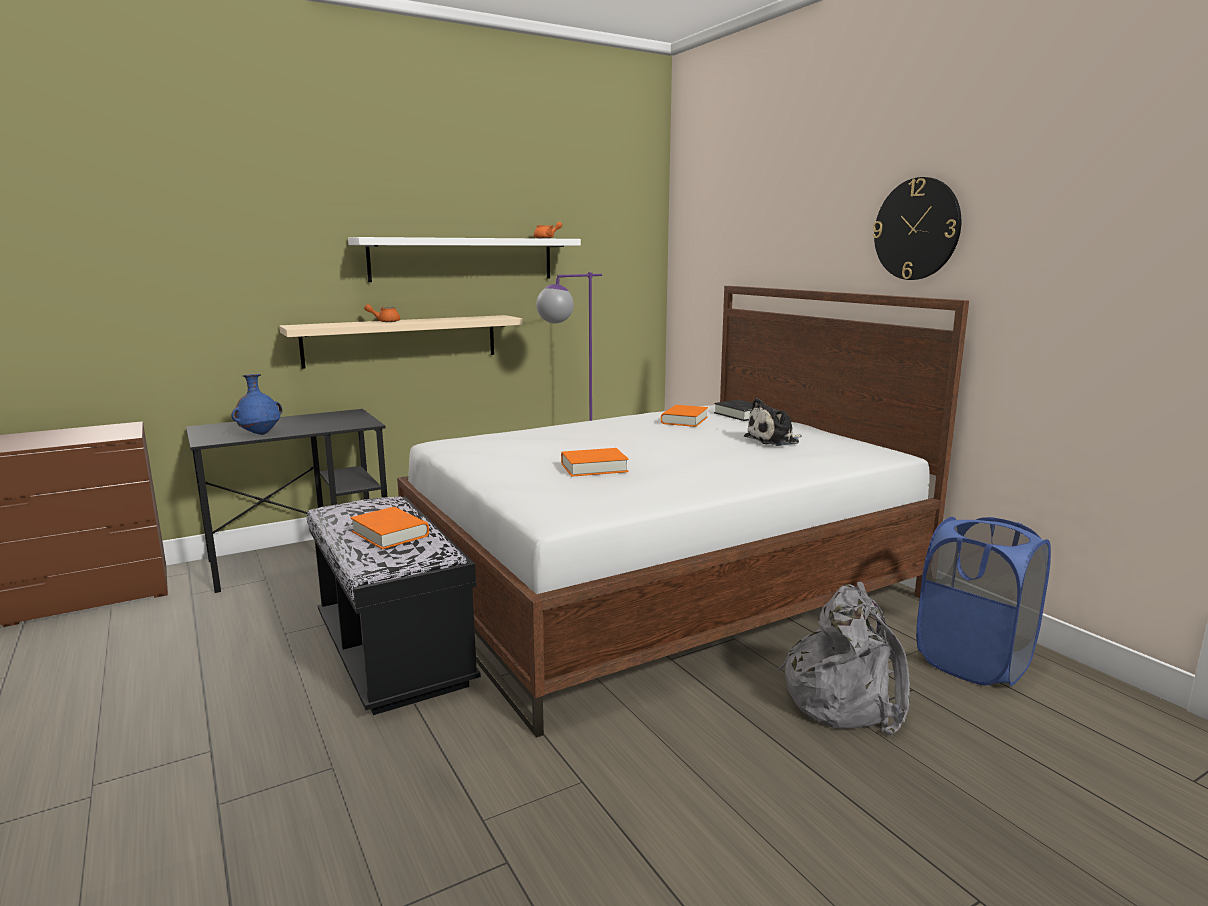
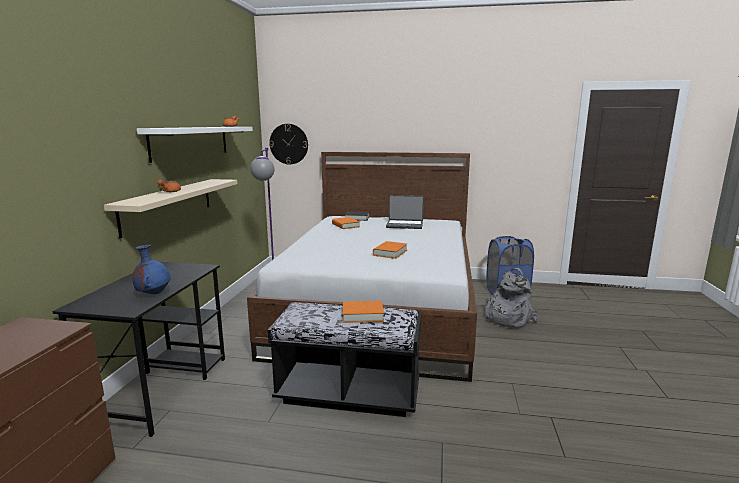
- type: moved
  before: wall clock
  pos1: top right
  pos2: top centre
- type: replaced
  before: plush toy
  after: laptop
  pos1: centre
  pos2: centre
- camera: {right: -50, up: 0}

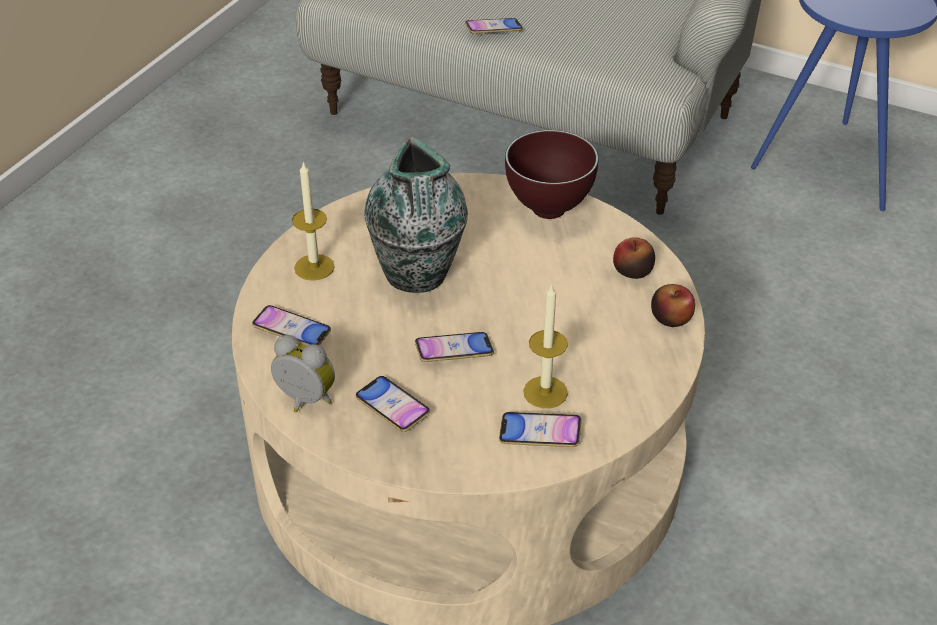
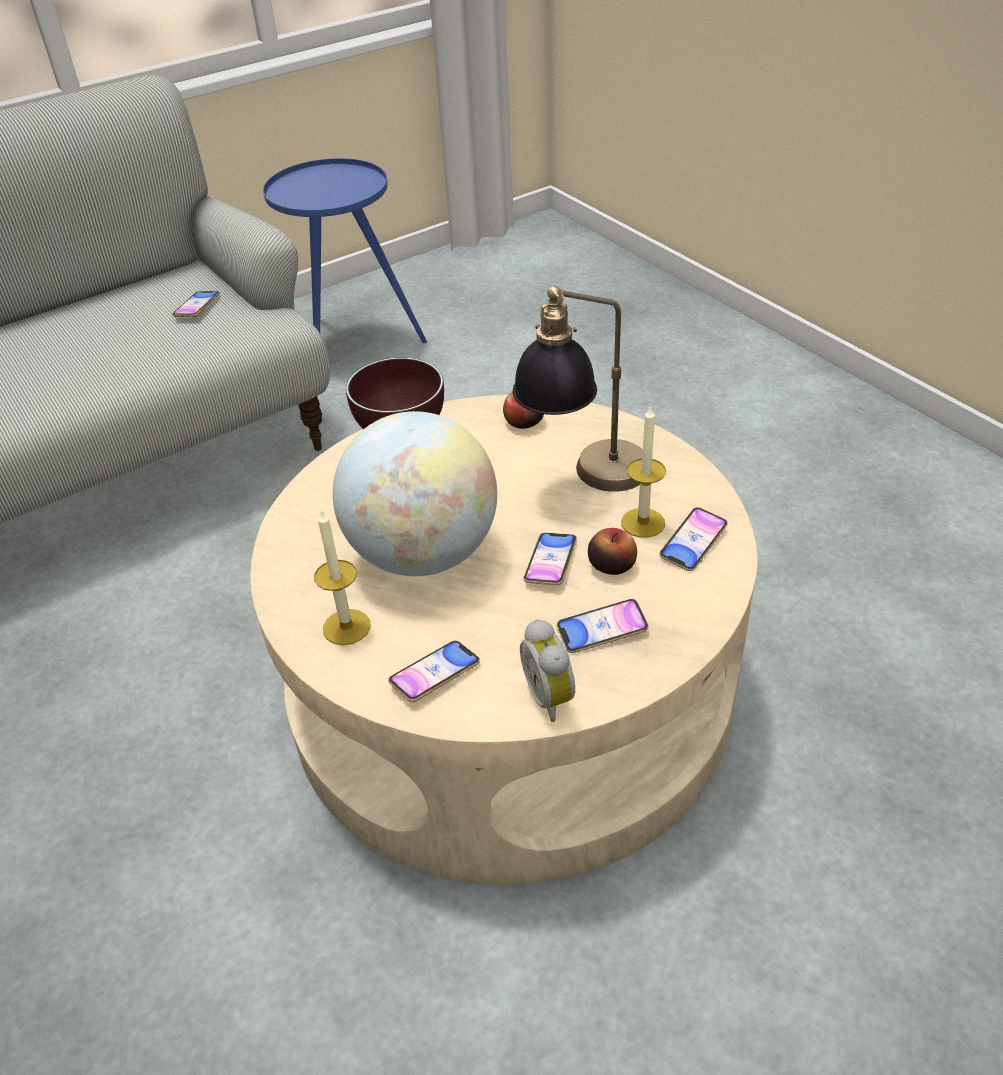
- type: moved
  before: phone (4th from left in the first image)
  after: phone (1st from left)
  pos1: top centre
  pos2: top left
- type: replaced
  before: vase
  after: globe
  pos1: centre
  pos2: centre
- type: added
  after: table lamp
  pos2: centre
- type: turned
  before: alarm clock
  pos1: middle left
  pos2: centre
  turn: -75
- type: moved
  before: apple (2nd from left)
  pos1: middle right
  pos2: centre
- camera: {right: -60, up: 0}

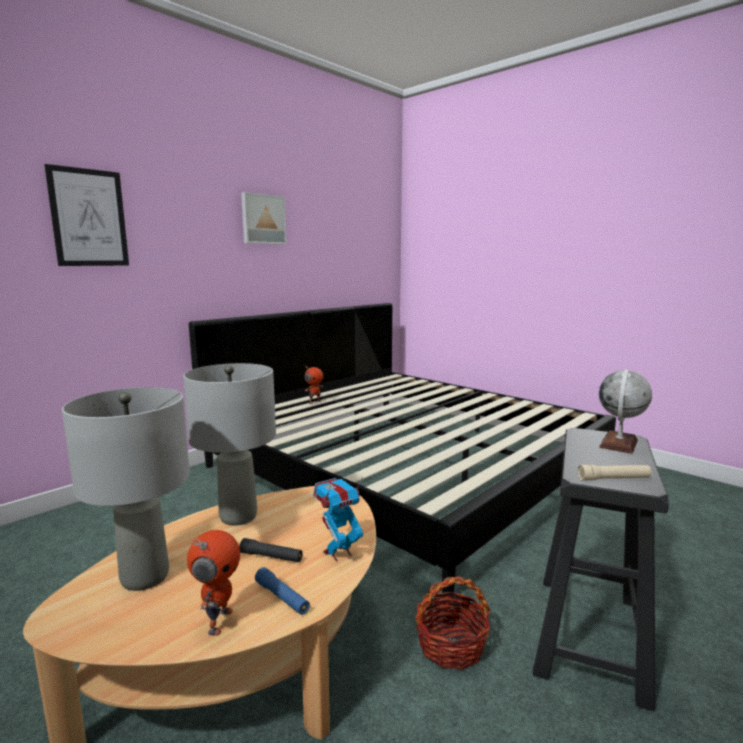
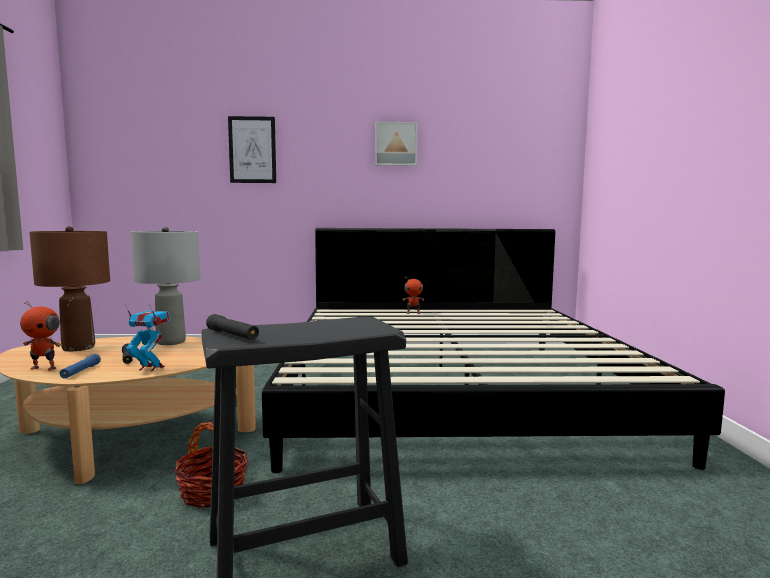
- type: turned
  before: toy robot (1st from left)
  pos1: bottom left
  pos2: middle left
  turn: 45
- type: recoloured
  before: grey table lamp (1st from left)
  after: brown table lamp
  pos1: middle left
  pos2: middle left
- type: recoloured
  before: beige flashlight
  after: black flashlight (2nd from left)
  pos1: middle right
  pos2: middle left
- type: removed
  before: globe
  pos1: middle right
- camera: {right: 45, up: -5}

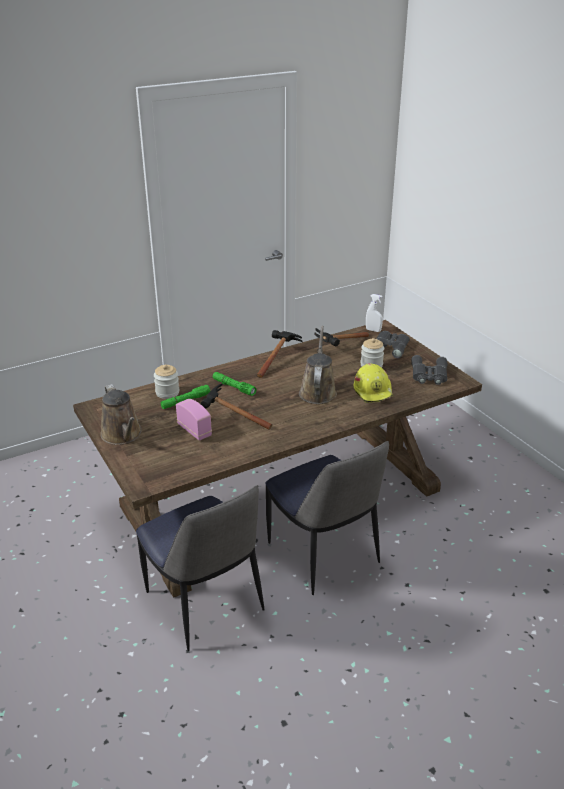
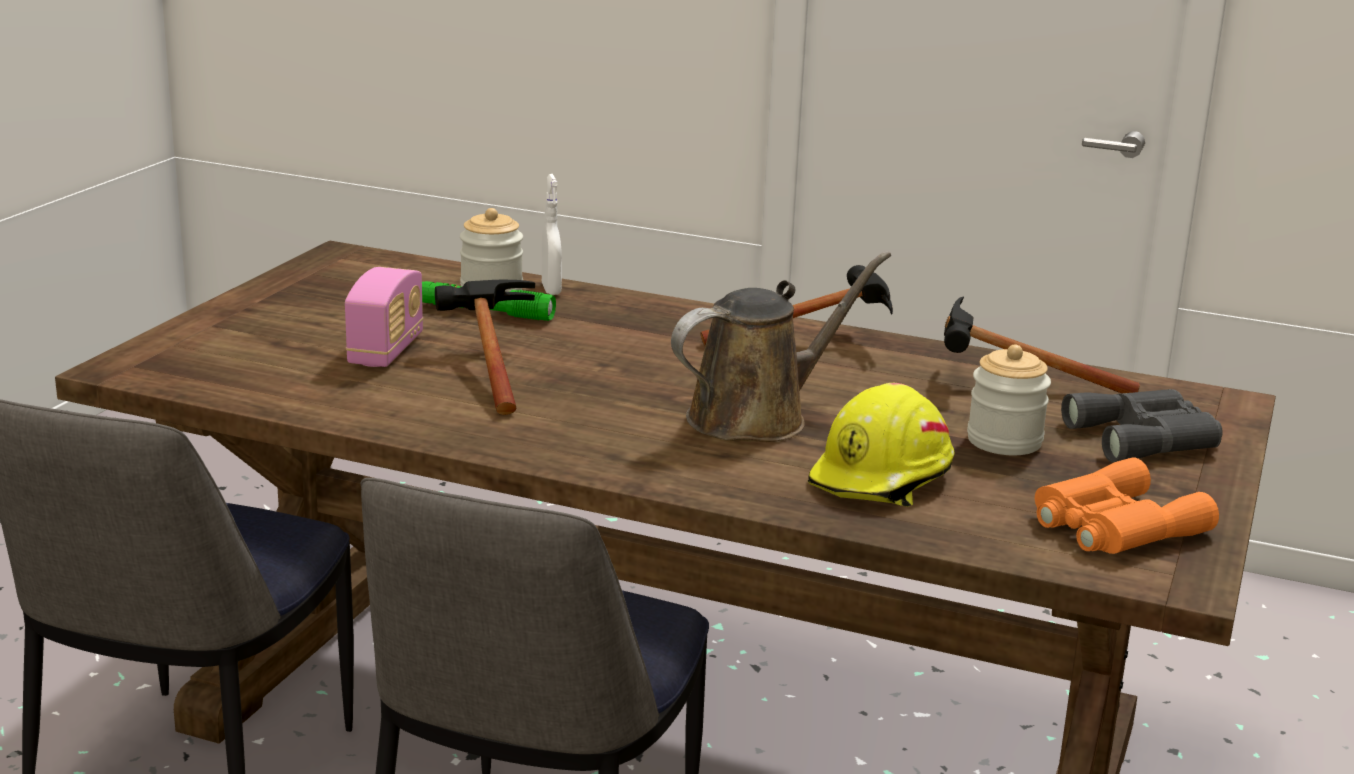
- type: moved
  before: white spray bottle
  pos1: centre
  pos2: top centre
- type: recoloured
  before: grey binoculars (2nd from left)
  after: orange binoculars
  pos1: middle right
  pos2: middle right
- type: removed
  before: brown watering can (1st from left)
  pos1: middle left
- type: removed
  before: green flashlight (2nd from left)
  pos1: centre
- camera: {right: 50, up: -10}

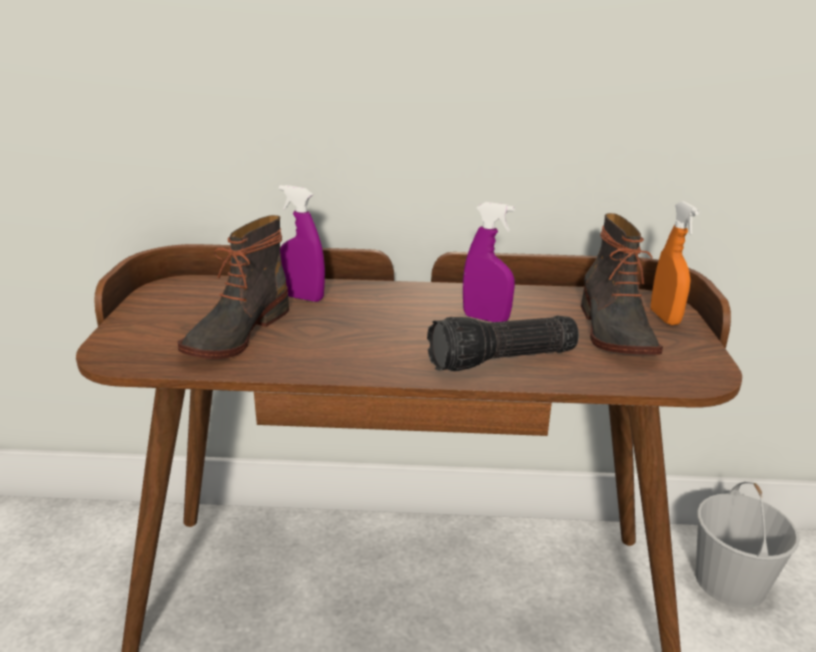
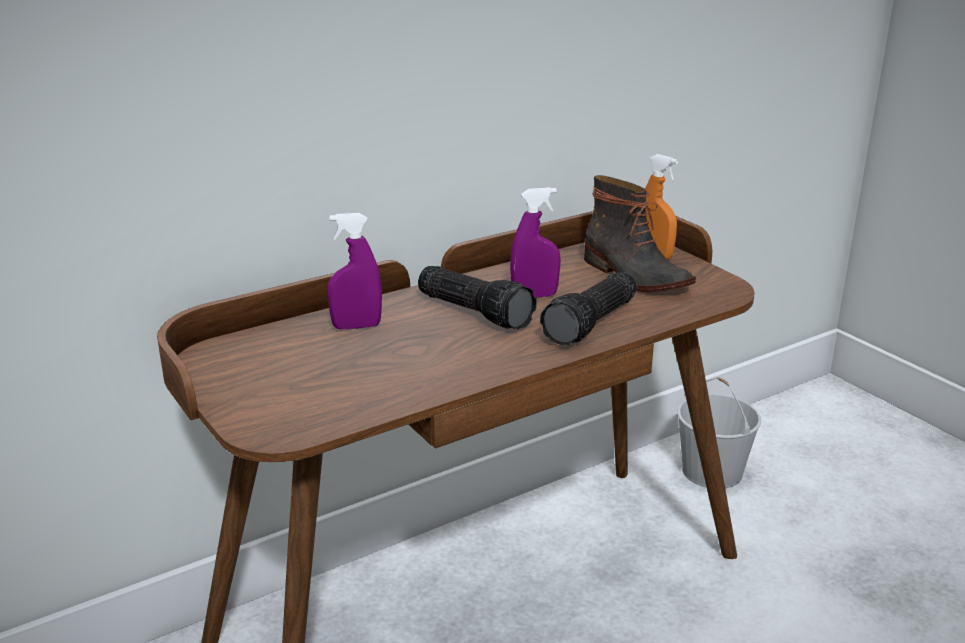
- type: added
  after: flashlight (1st from left)
  pos2: centre
- type: removed
  before: boot (1st from left)
  pos1: middle left
- camera: {right: -35, up: 0}

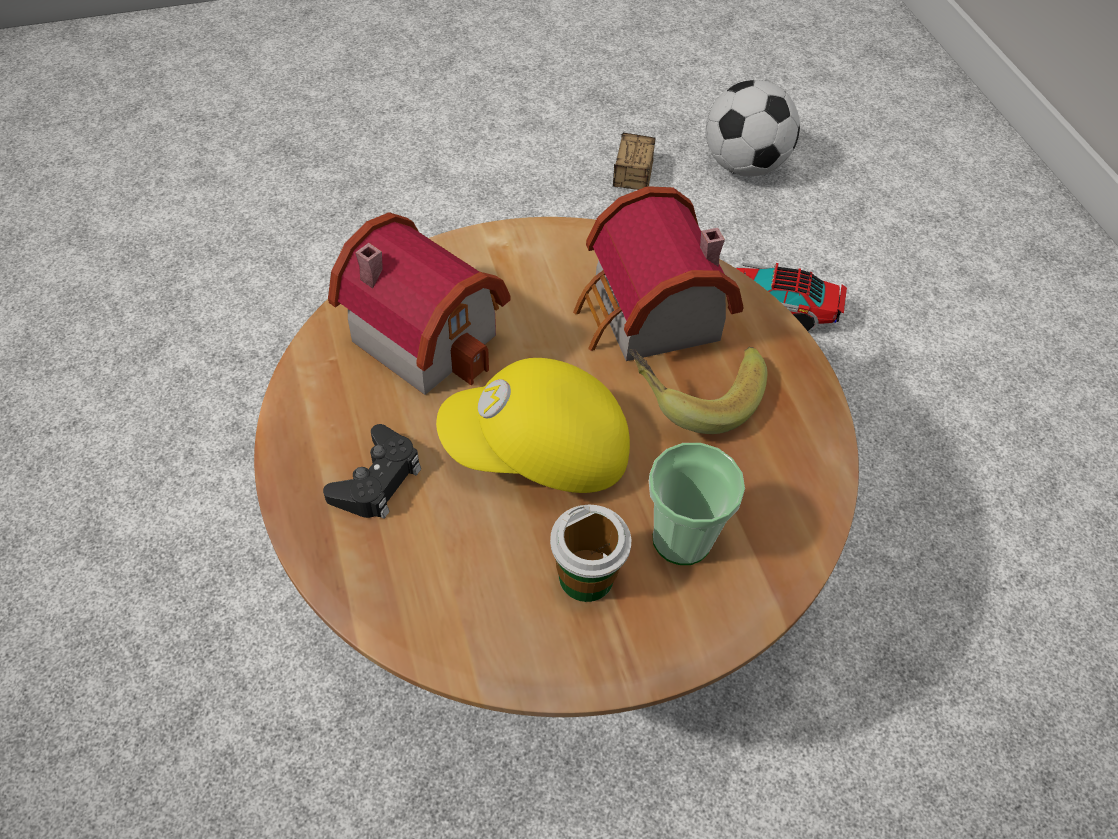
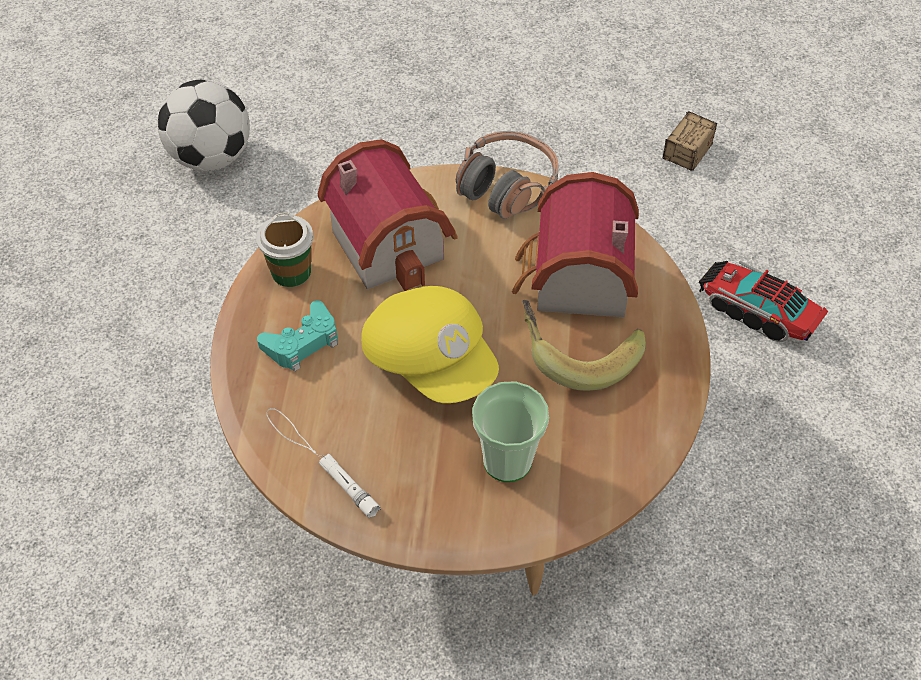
- type: moved
  before: football
  pos1: top right
  pos2: top left
- type: moved
  before: cup (1st from left)
  pos1: centre
  pos2: middle left
- type: recoloured
  before: black game controller
  after: turquoise game controller
  pos1: middle left
  pos2: middle left
- type: added
  after: white flashlight
  pos2: bottom centre
- type: turned
  before: yellow cap
  pos1: centre
  pos2: centre
  turn: -150
- type: added
  after: headphones
  pos2: top centre
- camera: {right: 25, up: 0}

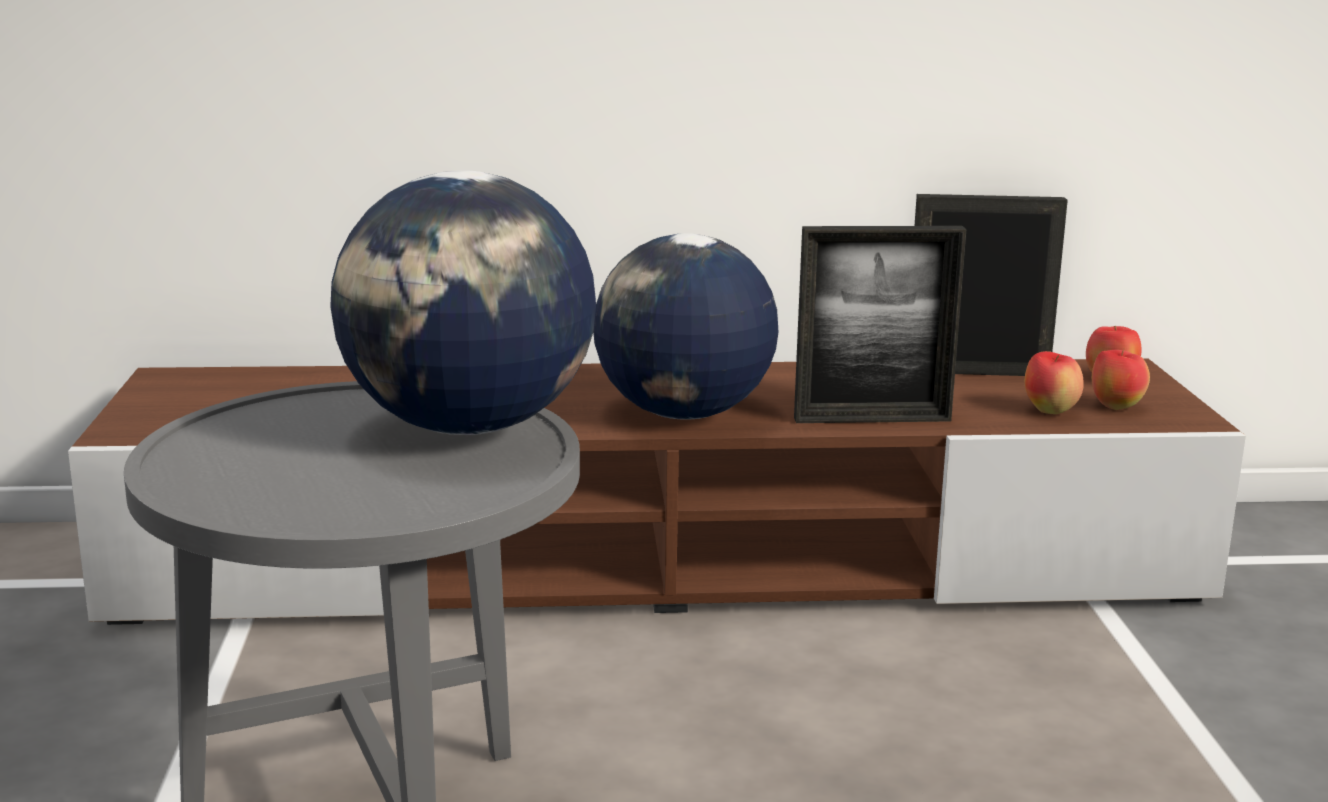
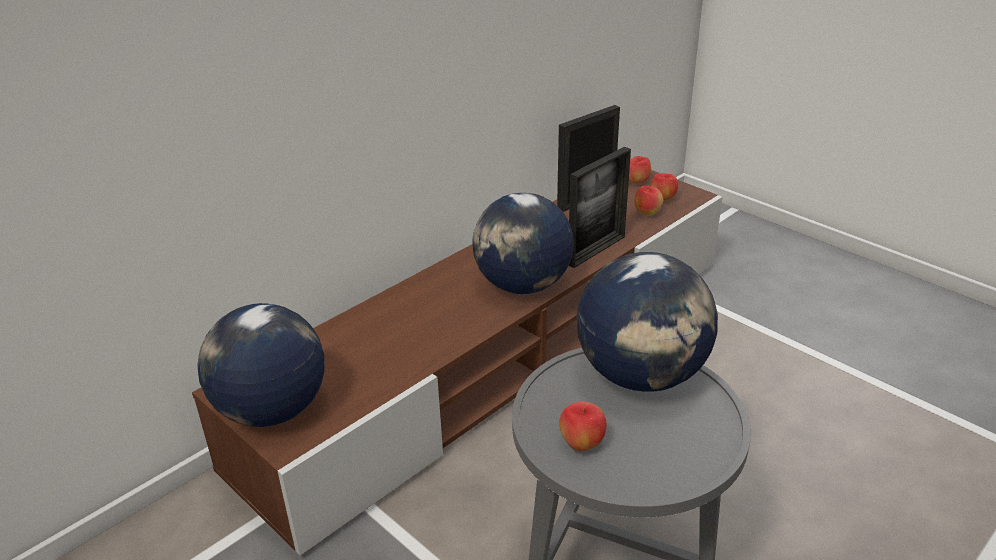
- type: added
  after: globe (1st from left)
  pos2: middle left
- type: added
  after: apple (1st from left)
  pos2: bottom centre
- camera: {right: -40, up: 15}

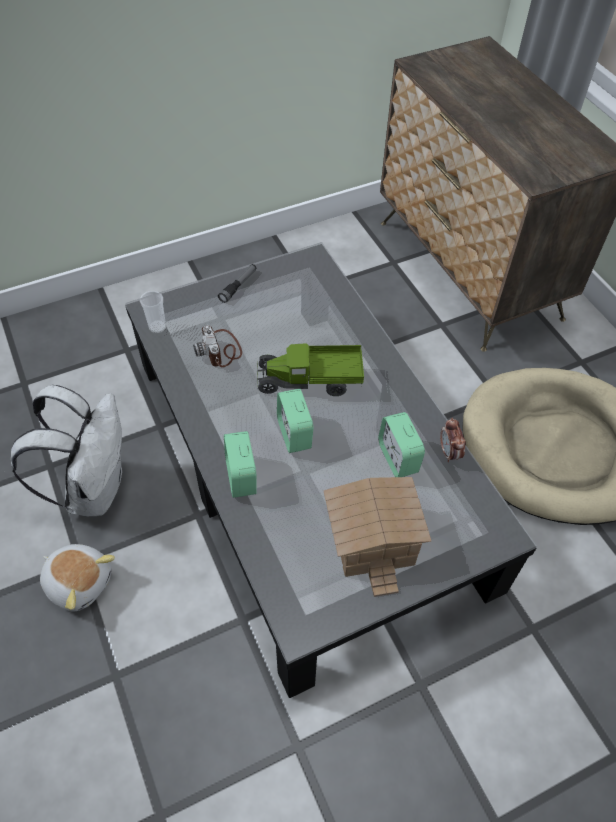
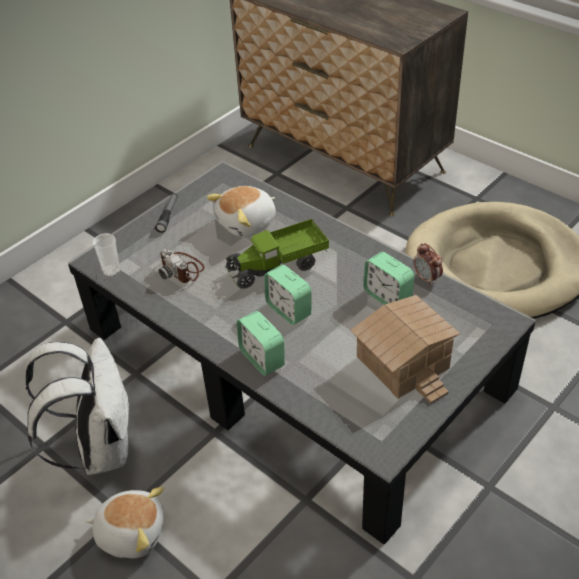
- type: added
  after: plush toy (2nd from left)
  pos2: centre
- camera: {right: -20, up: -10}

